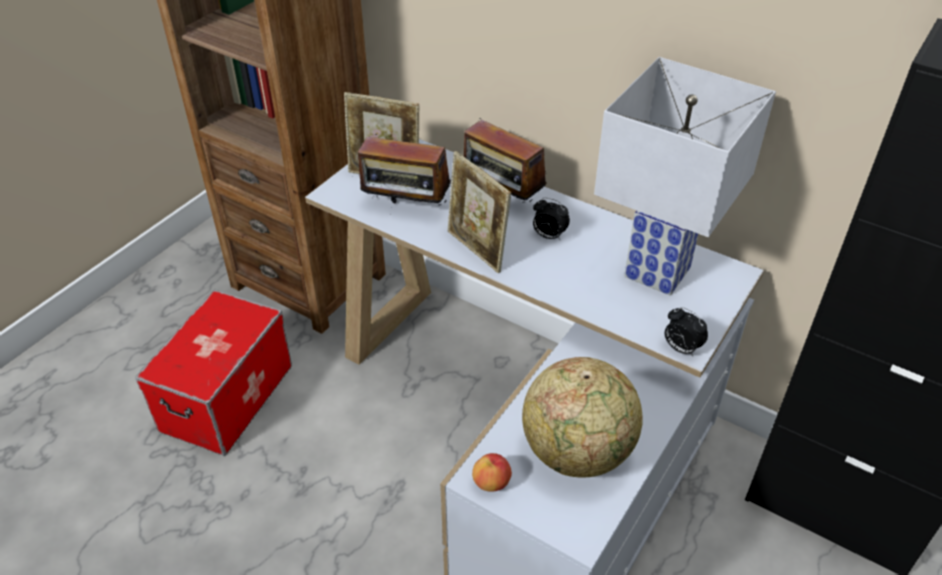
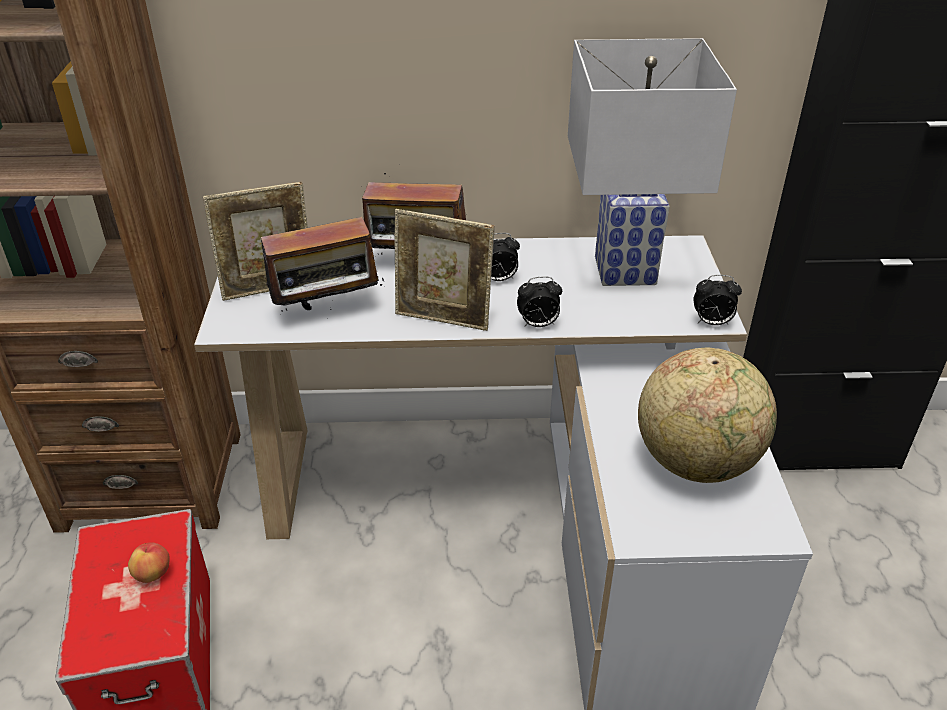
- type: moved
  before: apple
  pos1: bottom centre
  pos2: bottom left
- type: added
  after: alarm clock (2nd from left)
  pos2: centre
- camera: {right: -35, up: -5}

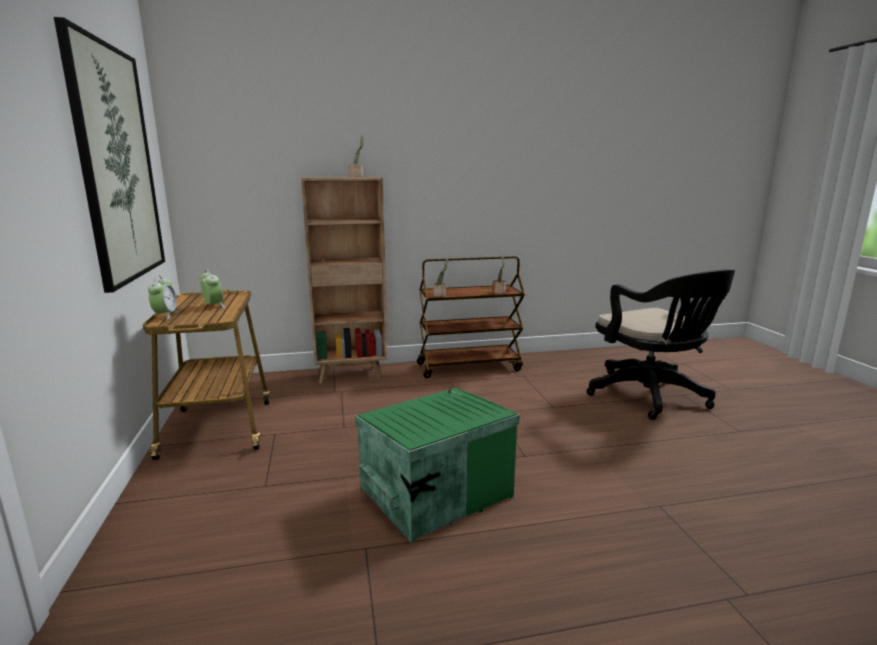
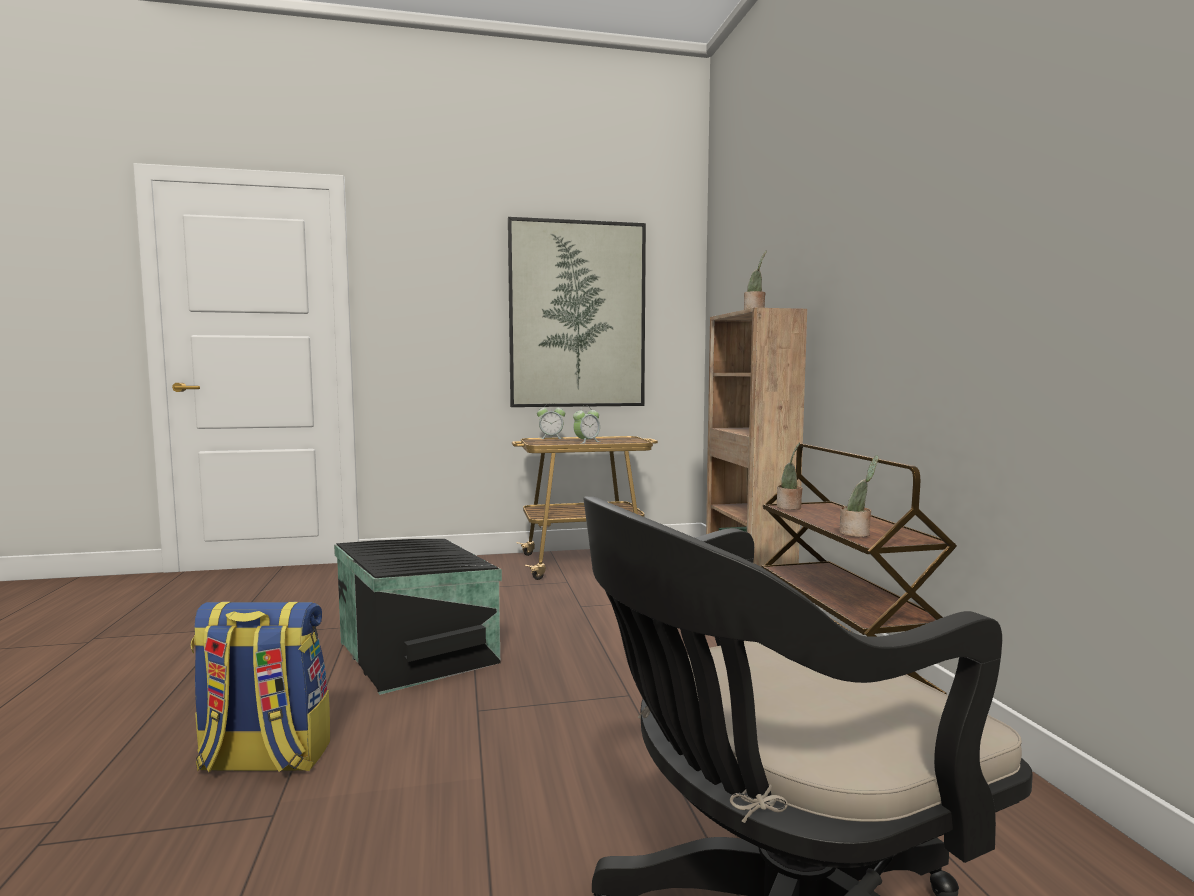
- type: added
  after: backpack
  pos2: bottom left
- type: recoloured
  before: green storage box
  after: black storage box
  pos1: bottom centre
  pos2: bottom centre
- camera: {right: 90, up: -10}

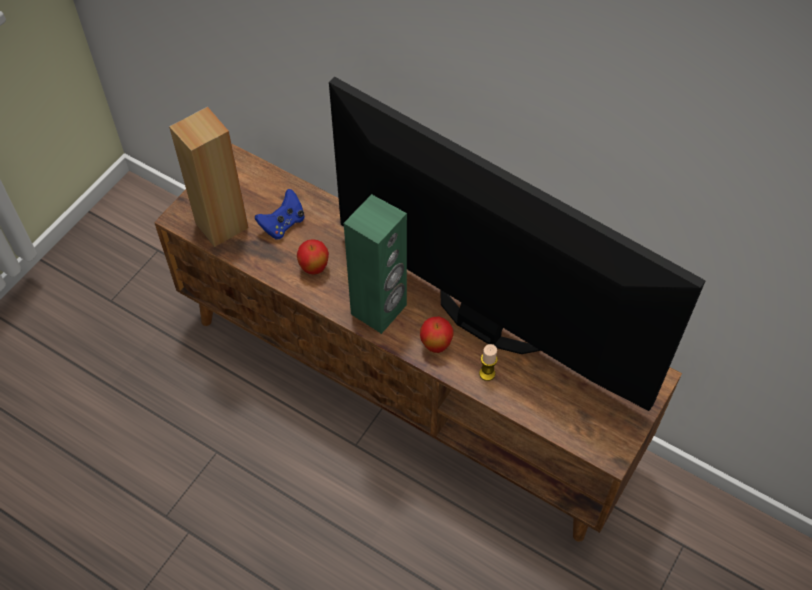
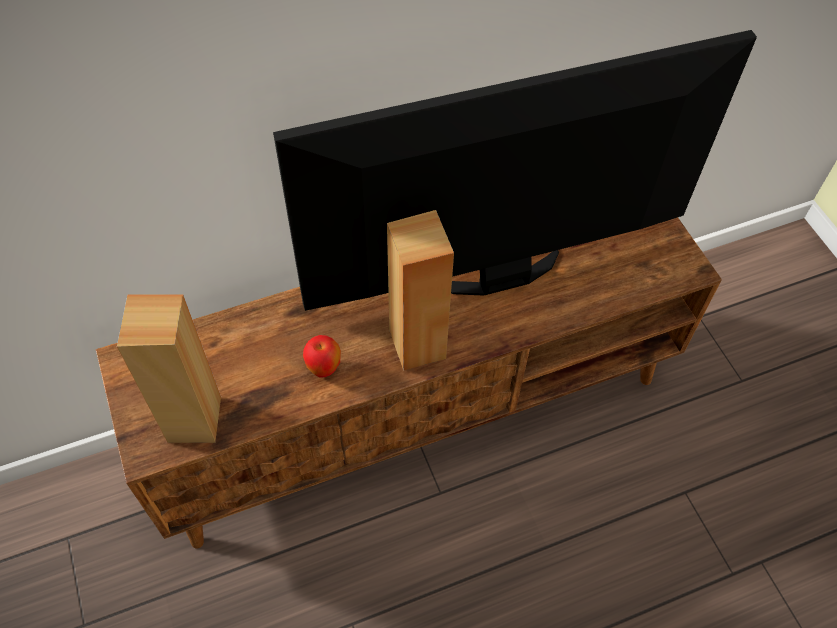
- type: recoloured
  before: green speaker
  after: brown speaker (2nd from left)
  pos1: centre
  pos2: centre
- type: removed
  before: blue game controller
  pos1: centre
- type: removed
  before: apple (2nd from left)
  pos1: centre
- type: removed
  before: candle
  pos1: centre
- camera: {right: -55, up: 0}

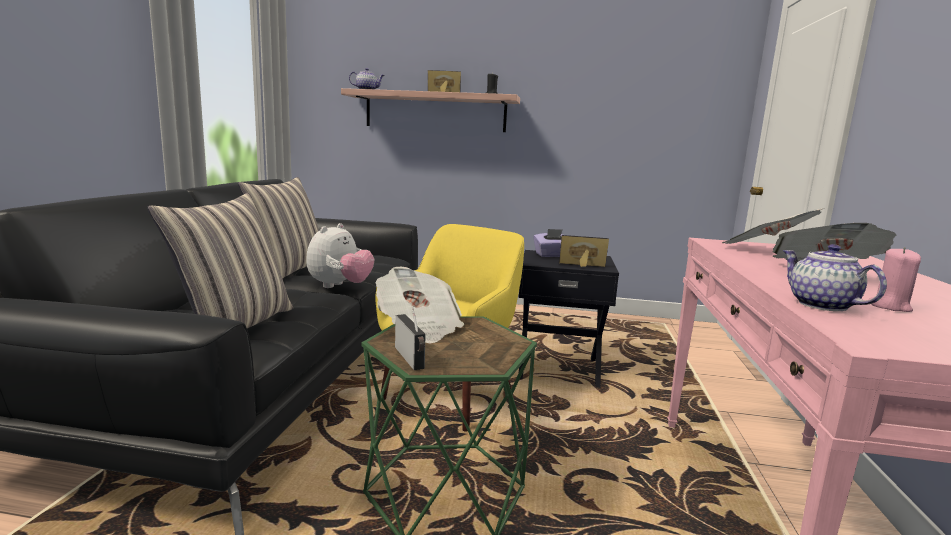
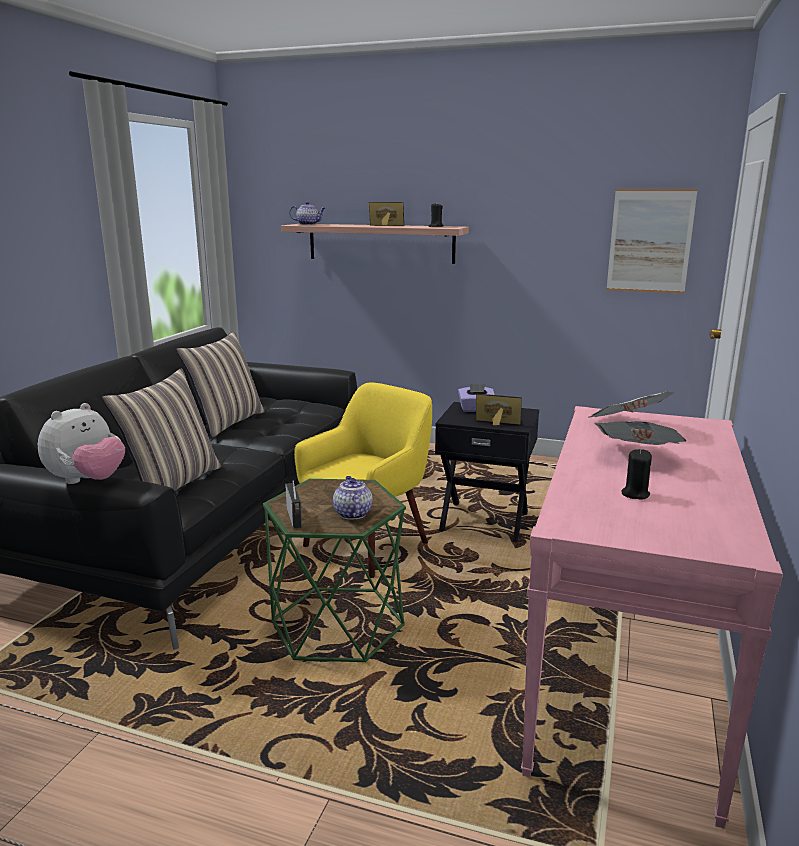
- type: moved
  before: plush toy
  pos1: centre
  pos2: middle left
- type: moved
  before: teapot (2nd from left)
  pos1: middle right
  pos2: centre
- type: added
  after: picture
  pos2: top right
- type: recoloured
  before: pink candle
  after: black candle (2nd from left)
  pos1: middle right
  pos2: middle right
- type: removed
  before: newspaper (1st from left)
  pos1: centre
- camera: {right: 10, up: 5}

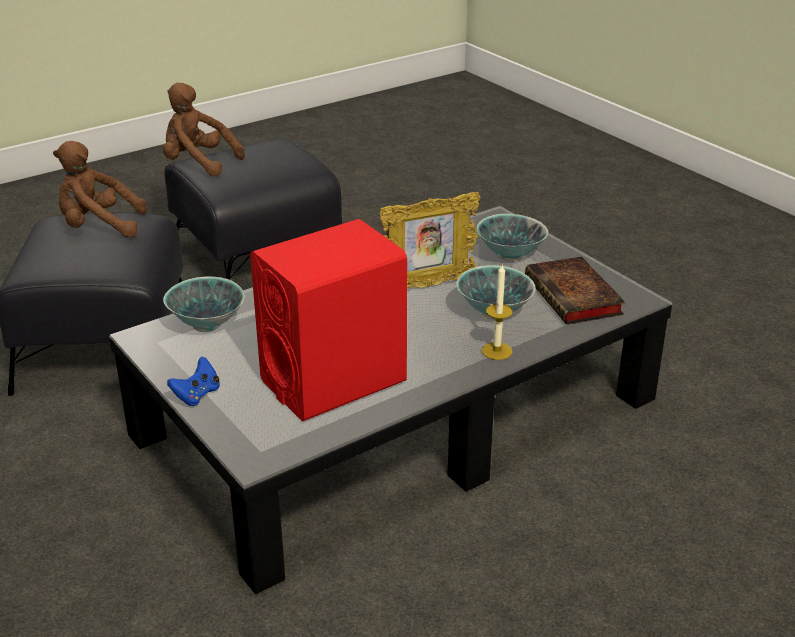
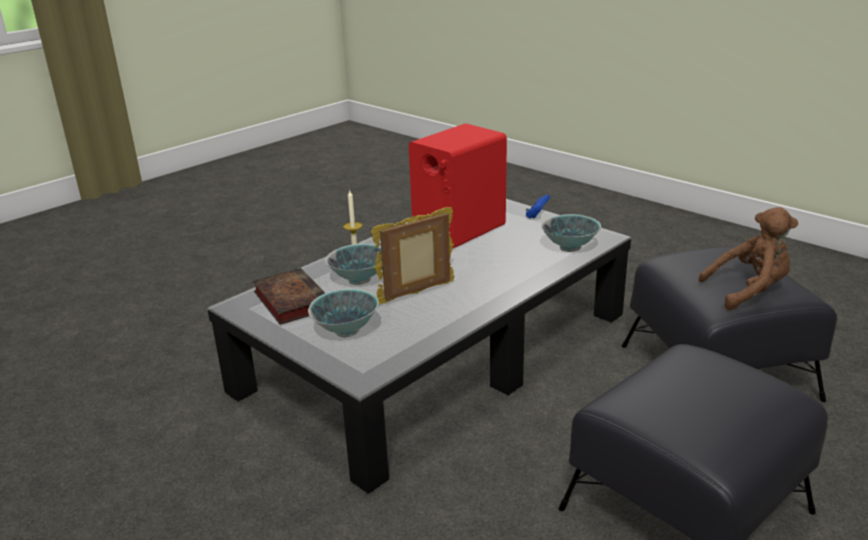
- type: removed
  before: brown plush toy (2nd from left)
  pos1: top left
- camera: {right: 170, up: -5}

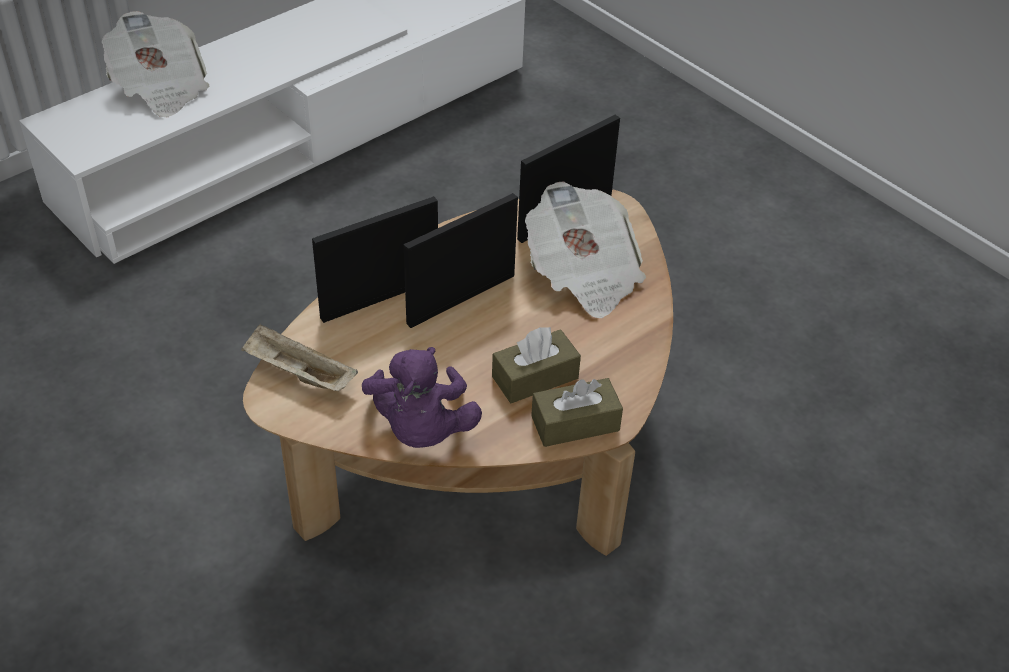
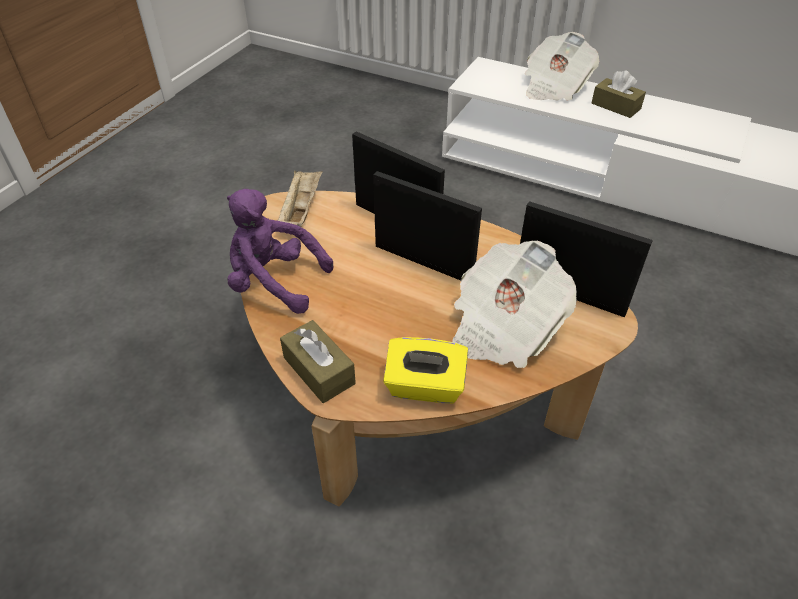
- type: turned
  before: purple plush toy
  pos1: centre
  pos2: centre
  turn: 45
- type: added
  after: yellow tissue box
  pos2: centre
- type: moved
  before: brown tissue box (1st from left in the first image)
  after: brown tissue box (2nd from left)
  pos1: centre
  pos2: top right
- camera: {right: 70, up: 0}

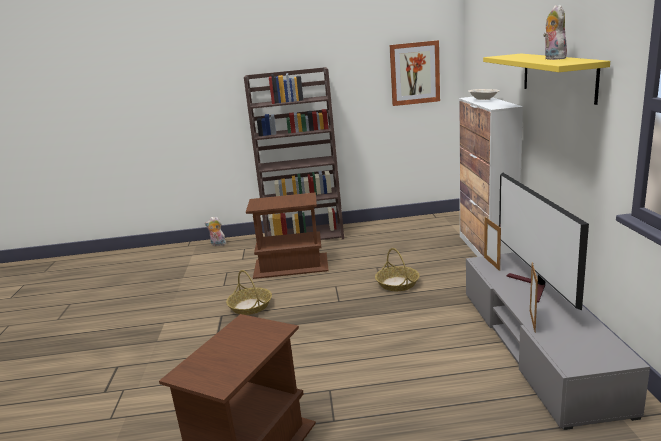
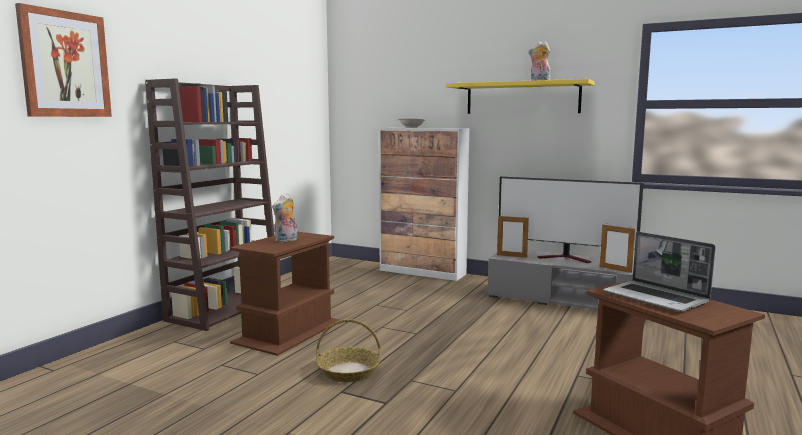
- type: moved
  before: picture
  pos1: top centre
  pos2: top left
- type: moved
  before: plush toy (1st from left)
  pos1: middle left
  pos2: centre
- type: added
  after: laptop
  pos2: middle right
- type: removed
  before: basket (2nd from left)
  pos1: centre
- camera: {right: -60, up: -10}

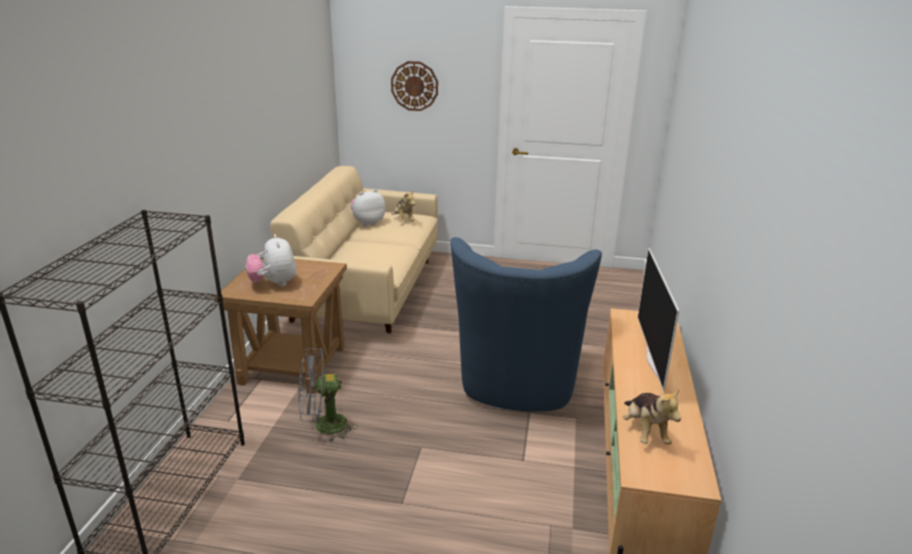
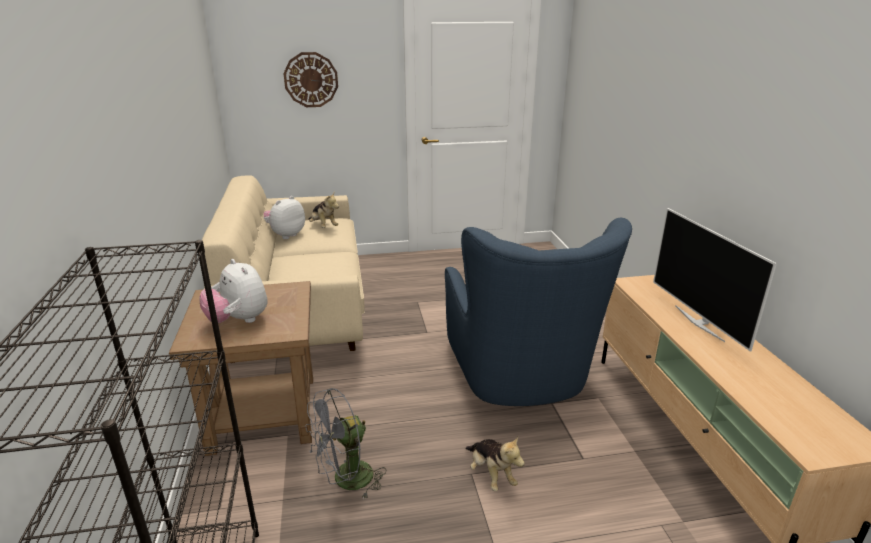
- type: moved
  before: plush toy (4th from left)
  pos1: bottom right
  pos2: bottom centre
- camera: {right: -20, up: 0}

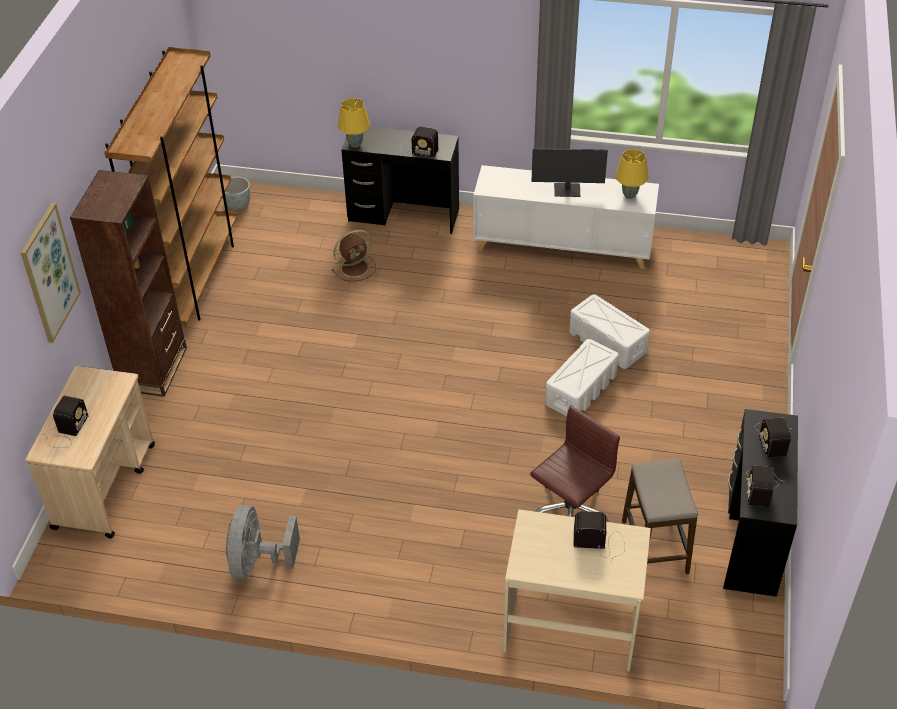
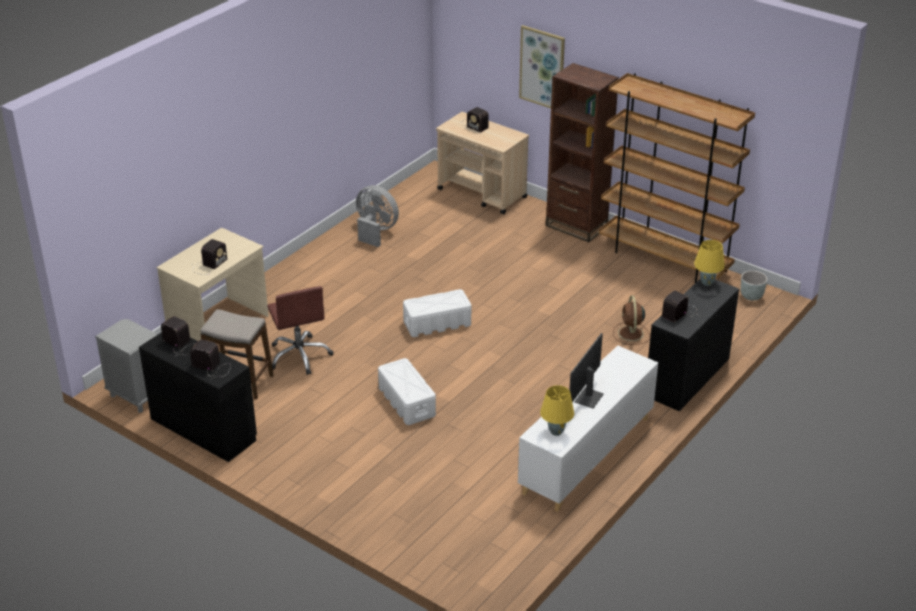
- type: added
  after: grey nightstand
  pos2: middle left
- type: moved
  before: white storage box (2nd from left)
  pos1: middle right
  pos2: centre
- camera: {right: 115, up: -10}

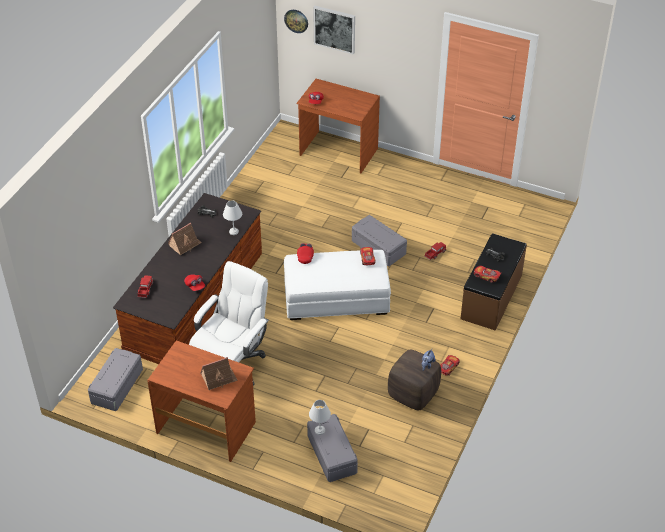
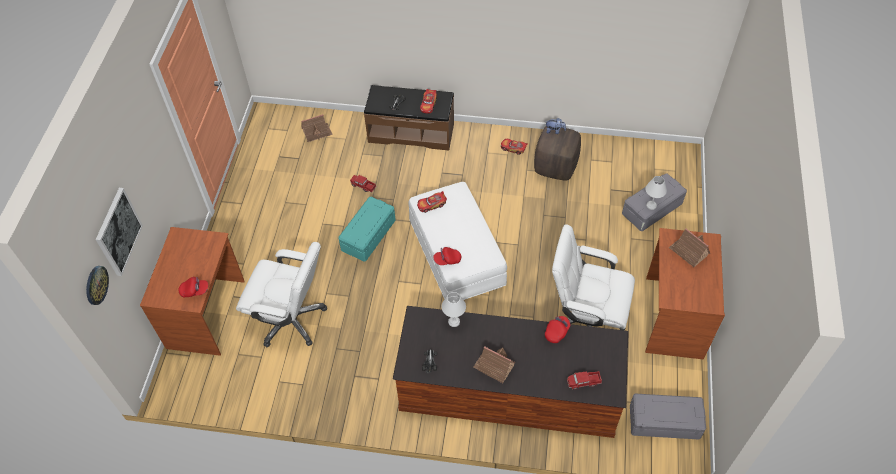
- type: added
  after: white office chair (1st from left)
  pos2: middle left
- type: added
  after: toy house (1st from left)
  pos2: top centre
- type: recoloured
  before: grey storage box (3rd from left)
  after: turquoise storage box
  pos1: centre
  pos2: centre
- camera: {right: -105, up: 10}

